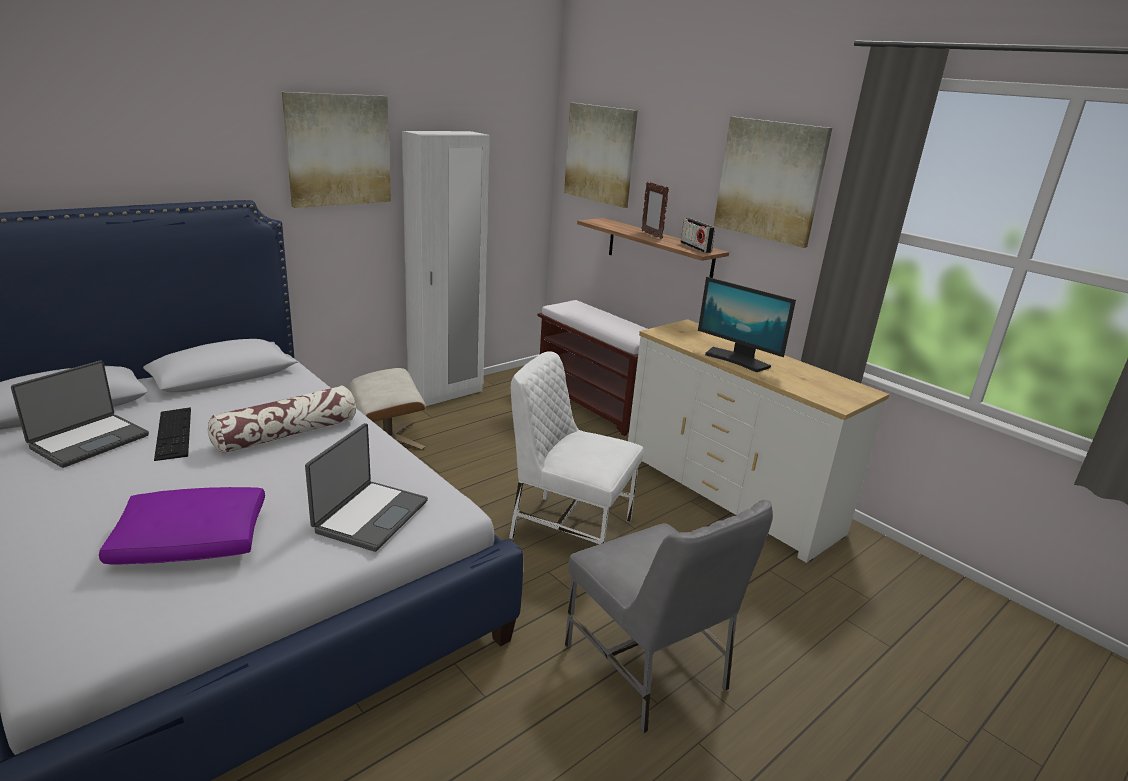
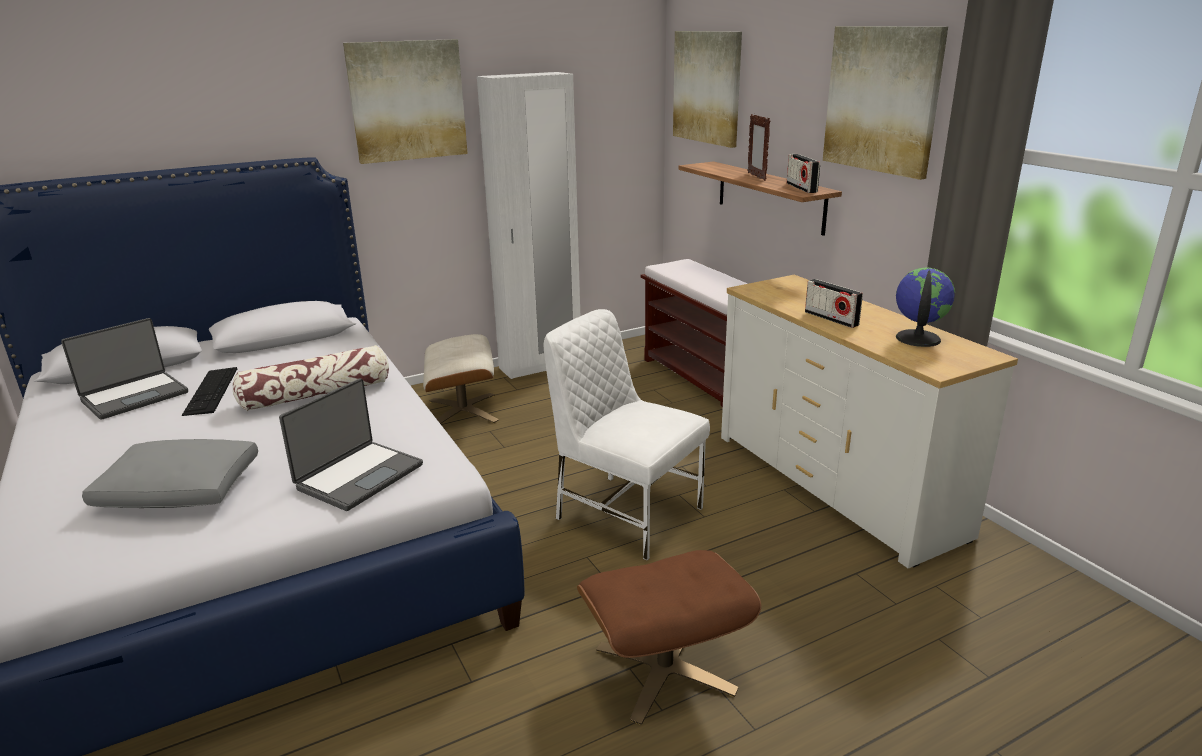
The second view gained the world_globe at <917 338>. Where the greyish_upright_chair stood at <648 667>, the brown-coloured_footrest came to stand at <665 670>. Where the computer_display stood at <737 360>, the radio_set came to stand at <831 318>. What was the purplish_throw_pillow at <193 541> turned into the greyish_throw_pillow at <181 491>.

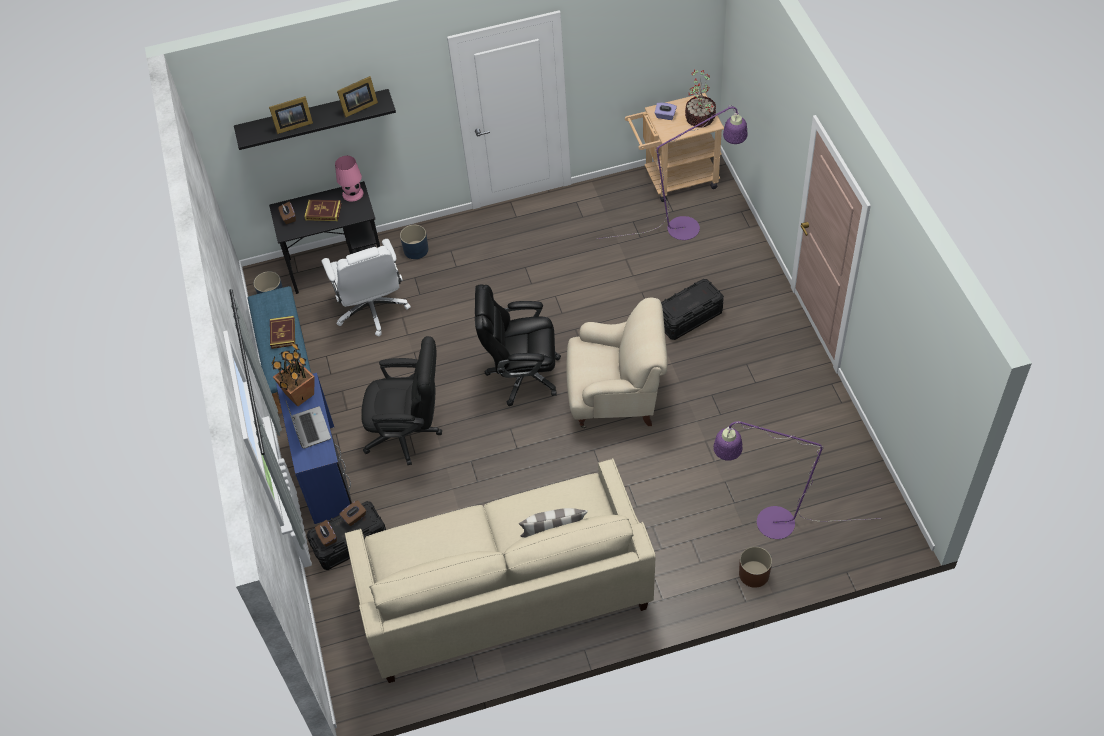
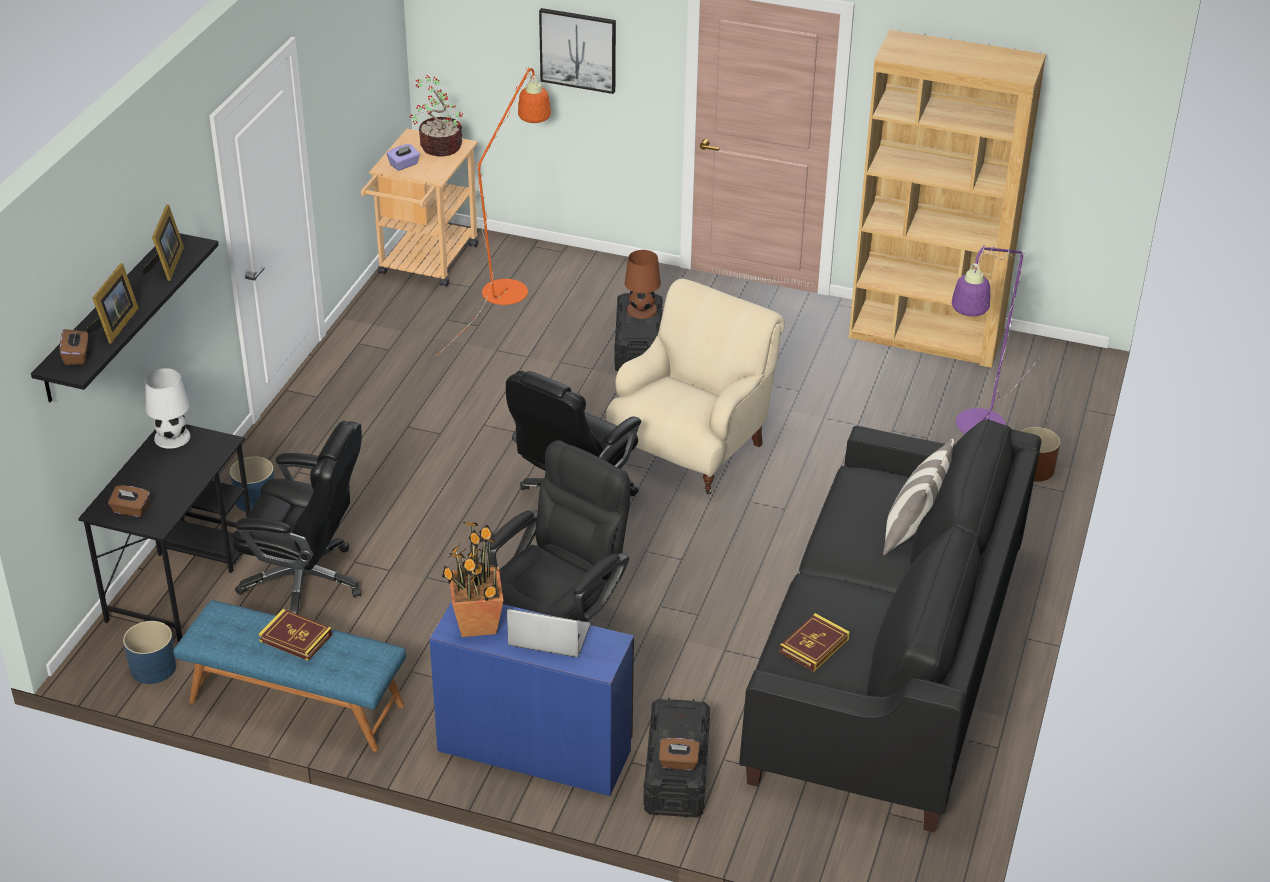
The second view gained the wall_art at <578 50>. The second view gained the brown-coloured_tabletop_lamp at <642 309>. The second view gained the brown-coloured_shelving_unit at <926 336>. The volume ended up elsewhere, having gone from <323 212> to <814 645>. The brown-coloured_tissue_holder ended up elsewhere, having gone from <354 517> to <77 356>. What was the white-coloured_office_chair at <372 309> turned into the black_office_chair at <306 582>. What was the pink_tabletop_lamp at <353 193> turned into the white-coloured_tabletop_lamp at <172 437>. What was the beige_settee at <504 591> turned into the black_settee at <886 666>. What was the purplish_standing_lamp at <692 226> turned into the orange_standing_lamp at <511 285>.

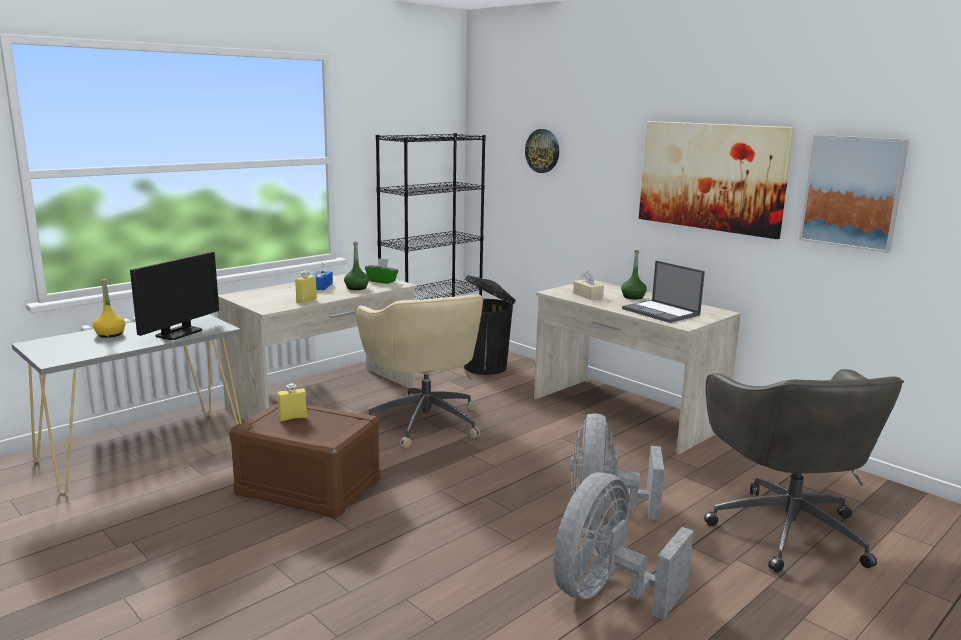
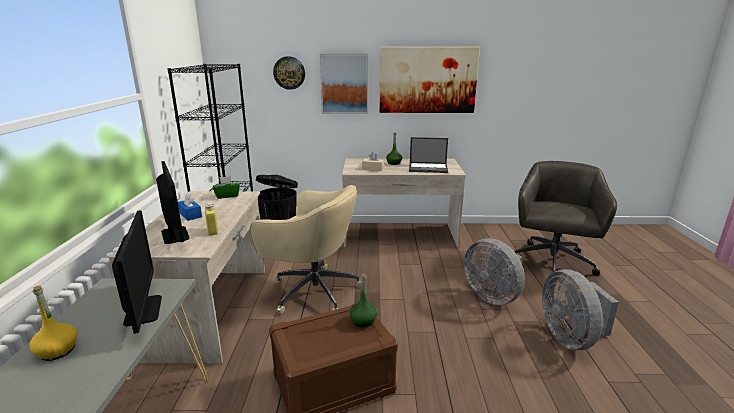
The second view lost the yellowish_bottle at <293 418>. The second view gained the computer_display at <175 235>. The green-coloured_bottle ended up elsewhere, having gone from <356 288> to <363 321>. The wall_art ended up elsewhere, having gone from <852 192> to <344 84>. The greyish_office_chair at <786 528> ended up facing another way, 105 degrees counterclockwise from before.

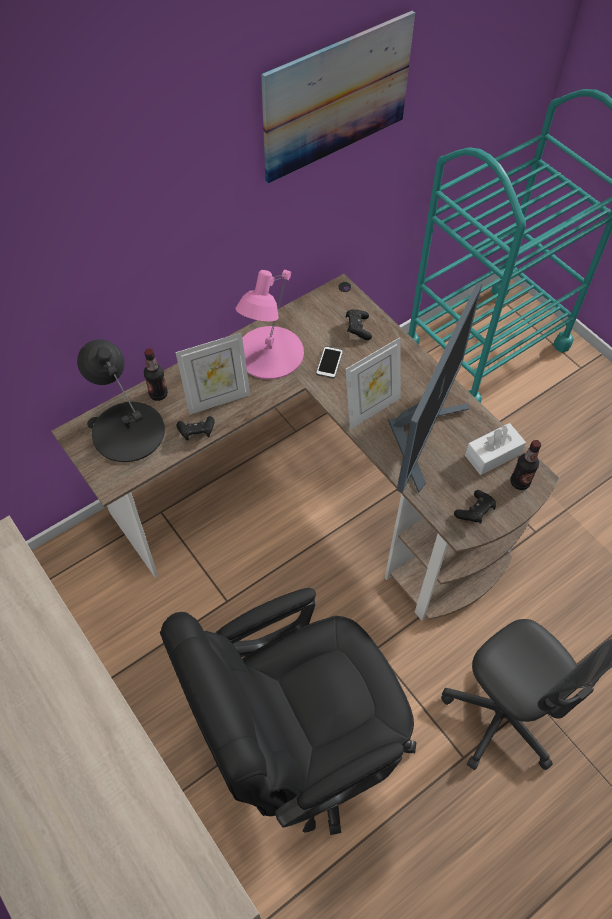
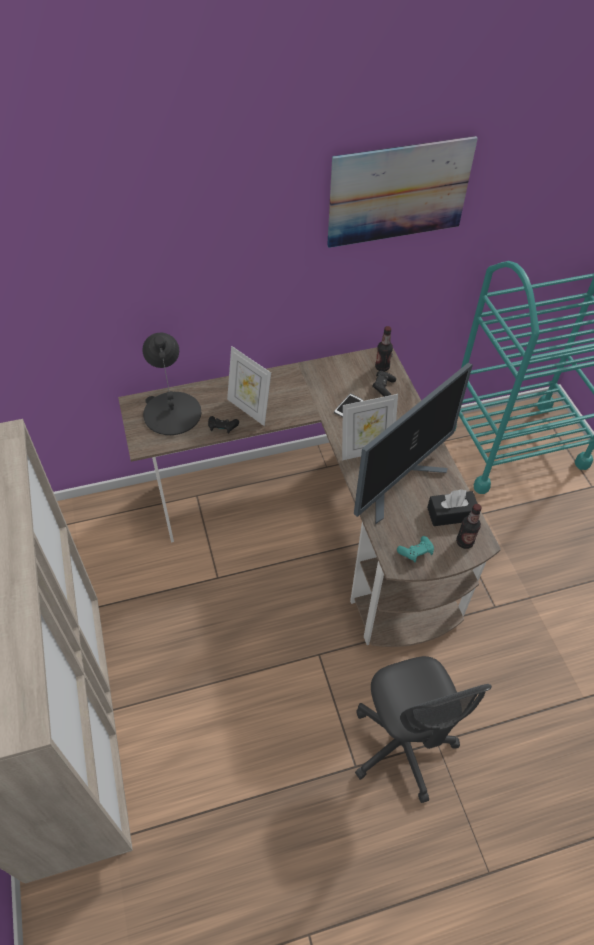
The second view lost the black_office_chair at <301 746>. The second view lost the pink_tabletop_lamp at <269 353>. The bottle ended up elsewhere, having gone from <158 394> to <382 367>. What was the black_joypad at <475 511> turned into the turquoise-coloured_joypad at <416 553>. What was the white-coloured_tissue_holder at <492 455> turned into the black_tissue_holder at <451 514>. The standing_frame at <217 399> ended up facing another way, 45 degrees clockwise from before.

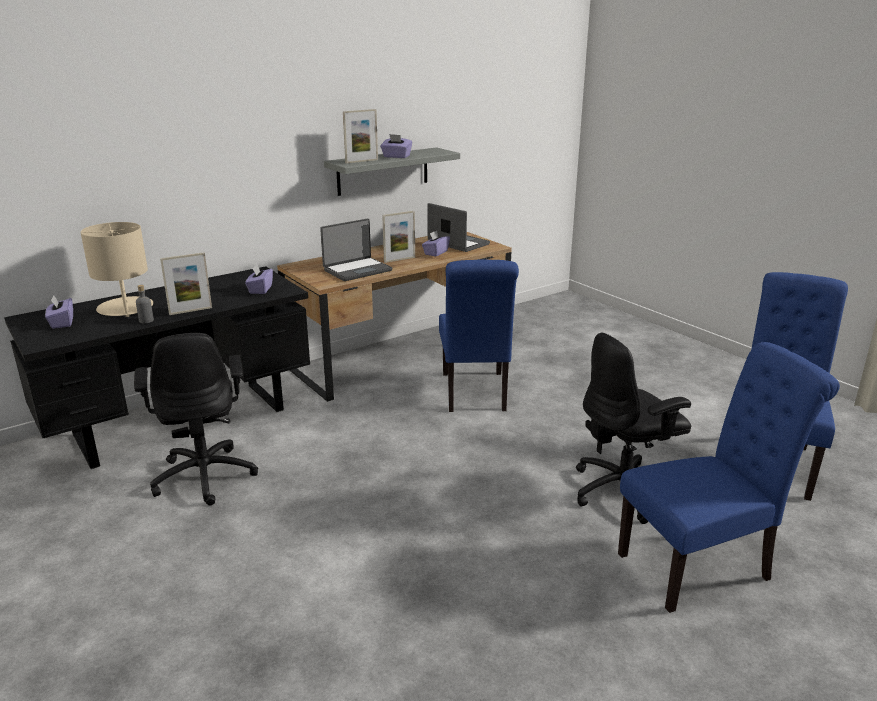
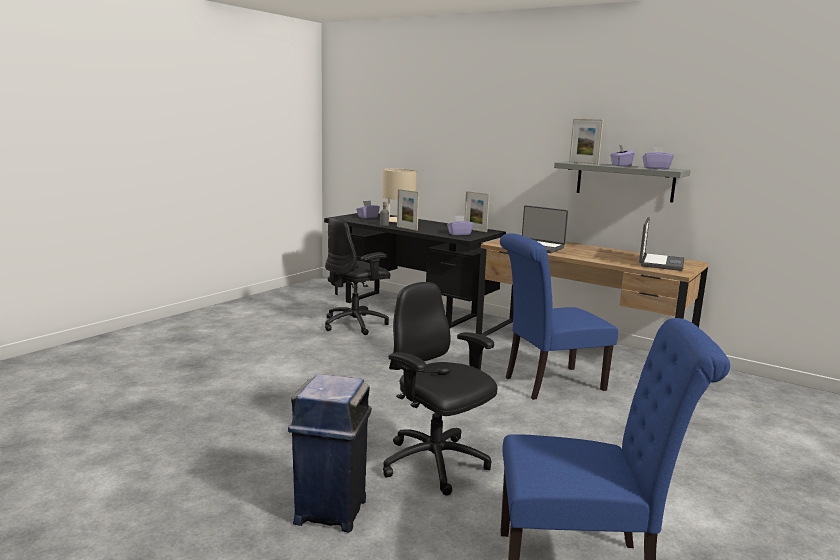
The standing_frame ended up elsewhere, having gone from <399 259> to <475 230>. The purplish_tissue_holder ended up elsewhere, having gone from <435 253> to <656 168>. Where the blue-coloured_upright_chair stood at <702 565>, the blue-coloured_trash_can came to stand at <331 510>.

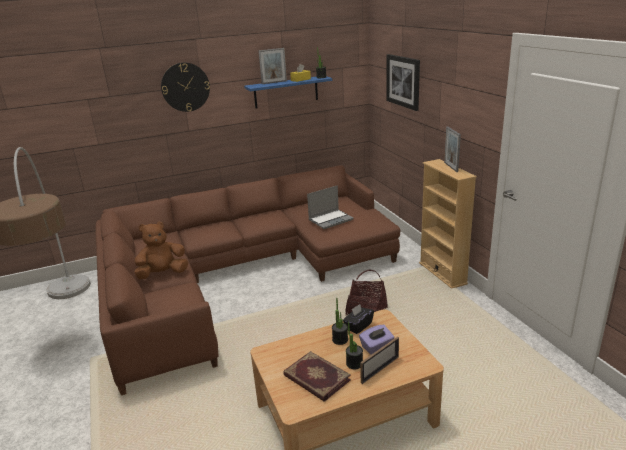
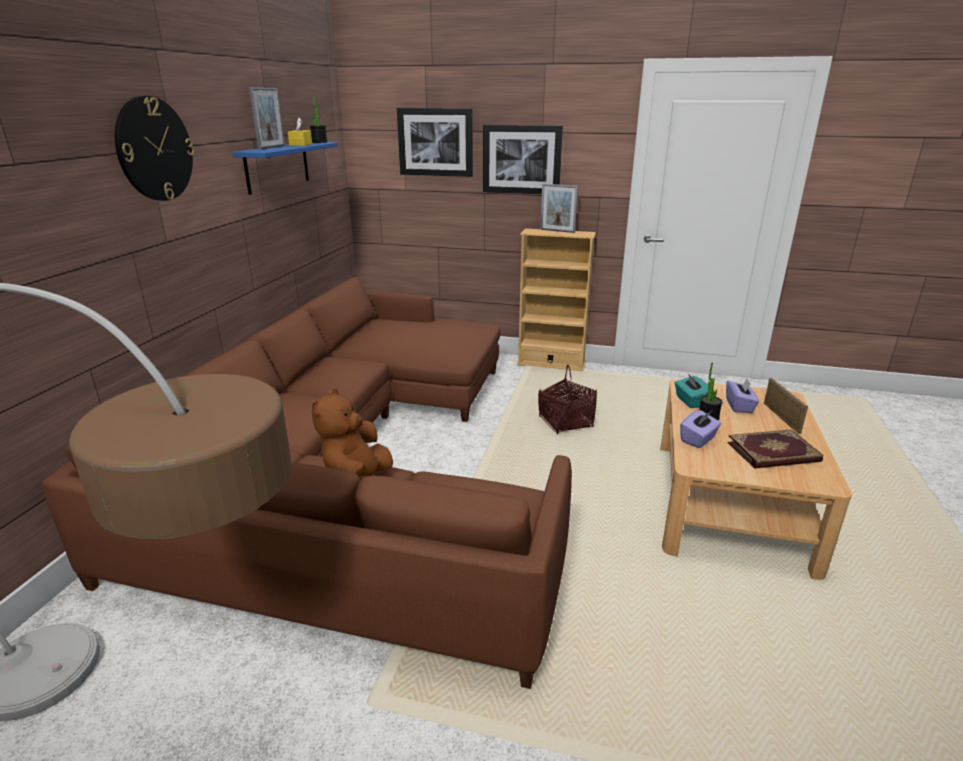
The second view lost the portable_computer at <331 220>. The second view lost the plant_in_a_pot at <354 363>. The second view gained the wall_art at <521 159>. The second view gained the purplish_tissue_holder at <698 439>. What was the black_tissue_holder at <358 326> turned into the turquoise-coloured_tissue_holder at <690 401>.

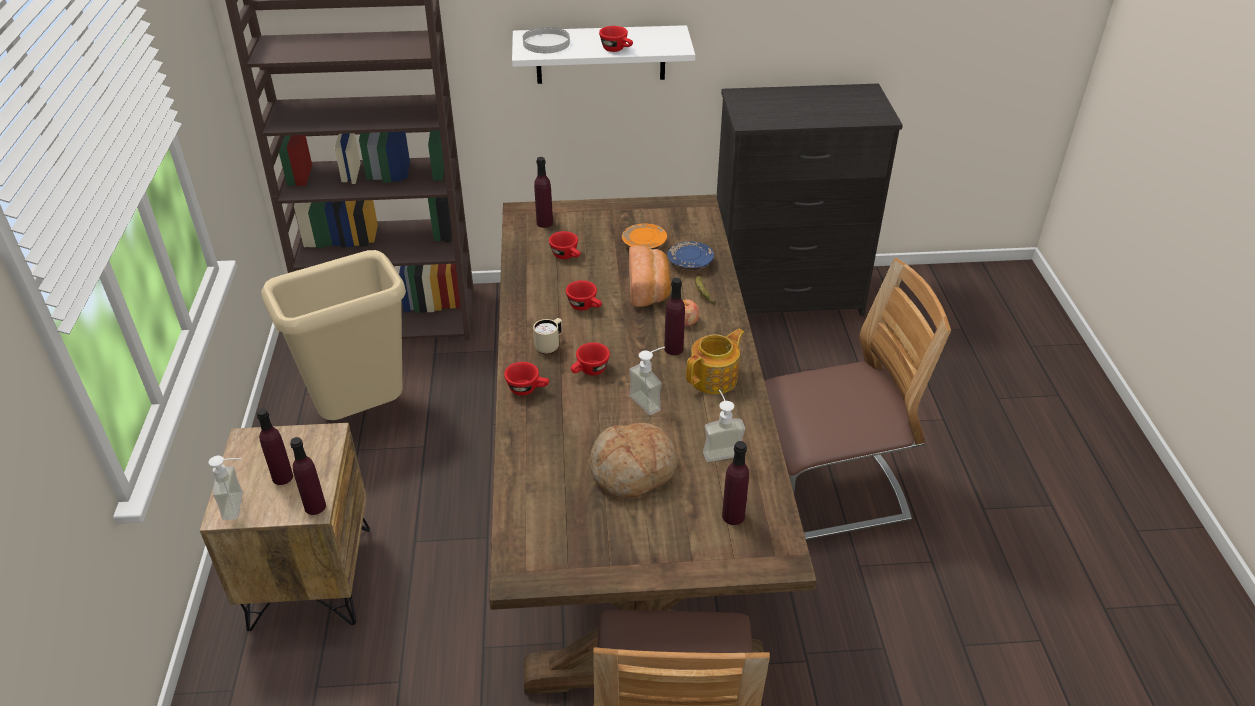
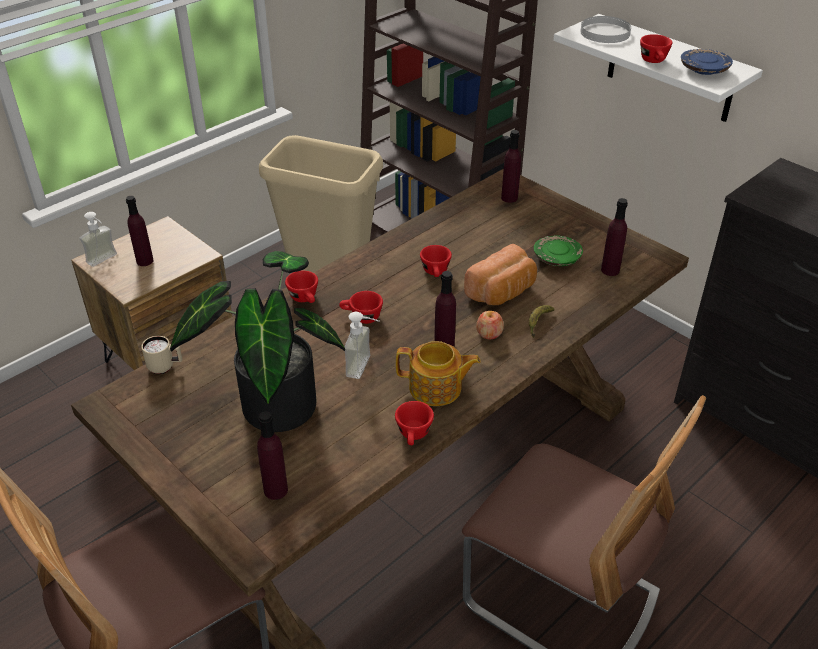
The second view lost the soap_dispenser at <720 448>. The purplish_bottle ended up elsewhere, having gone from <315 506> to <610 270>. The beige_tea_mug ended up elsewhere, having gone from <550 346> to <165 367>. The reddish_drinking_cup ended up elsewhere, having gone from <567 256> to <414 435>. The blue-coloured_dinner_plate ended up elsewhere, having gone from <690 263> to <703 70>. Where the bread stood at <633 470>, the plant_in_a_pot came to stand at <272 403>. What was the orange_dinner_plate at <644 244> turned into the green-coloured_dinner_plate at <556 258>.

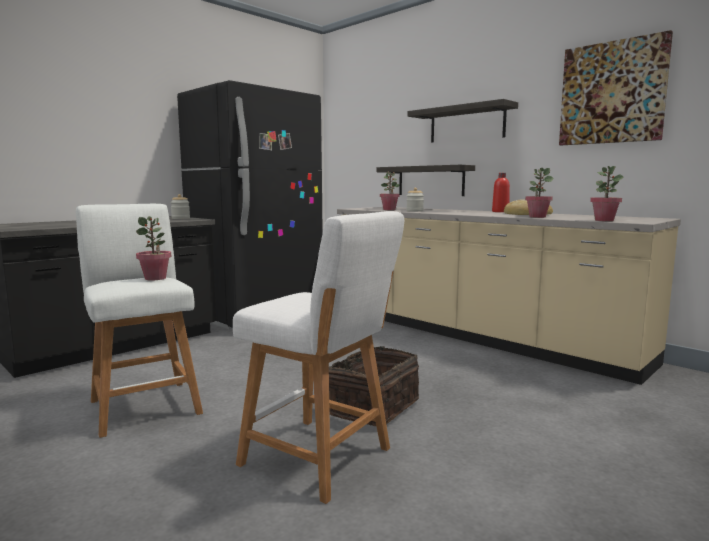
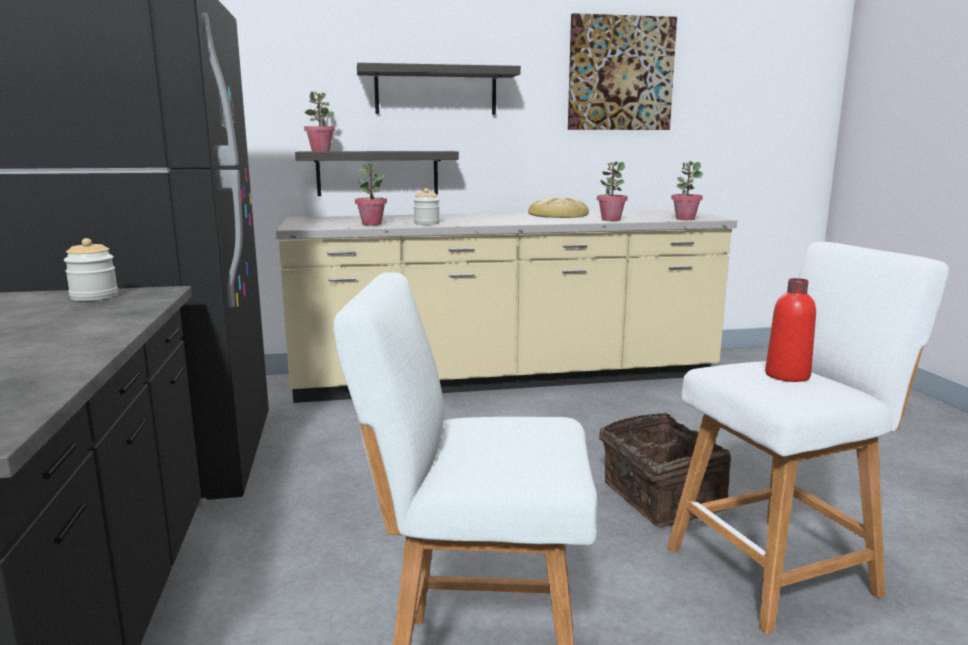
The plant_in_a_pot ended up elsewhere, having gone from <155 278> to <321 151>. The reddish_bottle ended up elsewhere, having gone from <500 211> to <787 375>.

